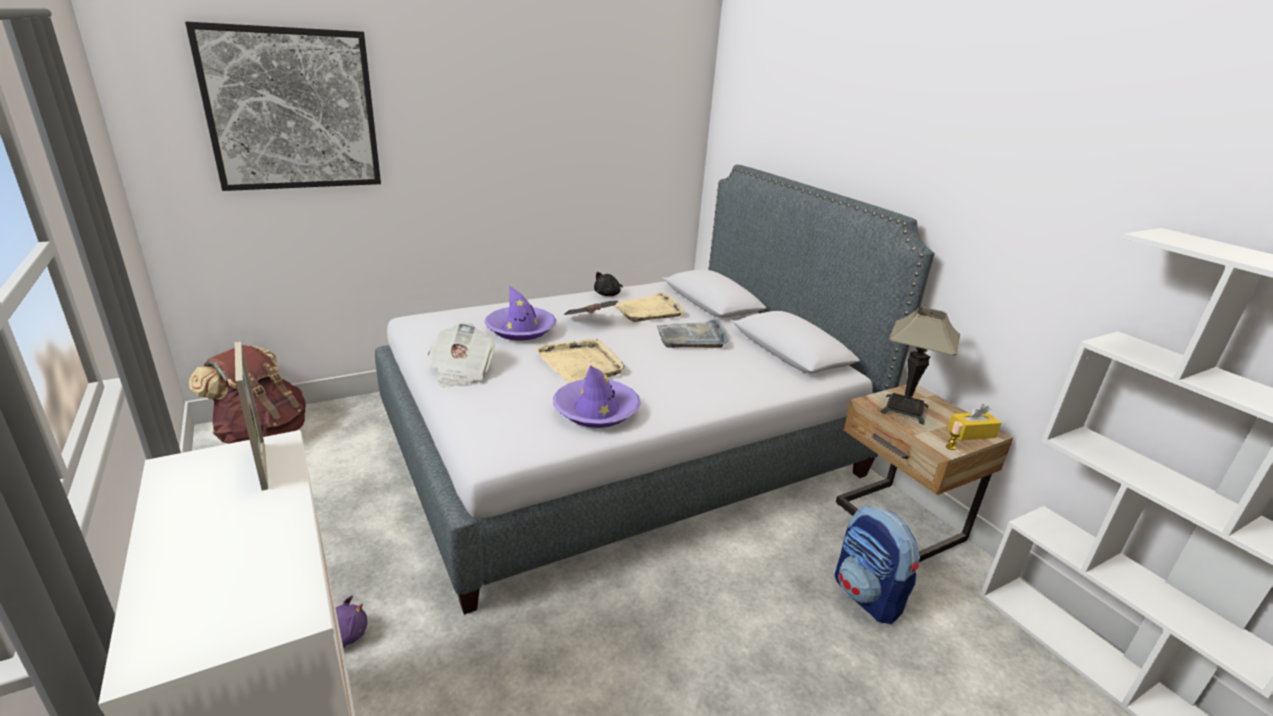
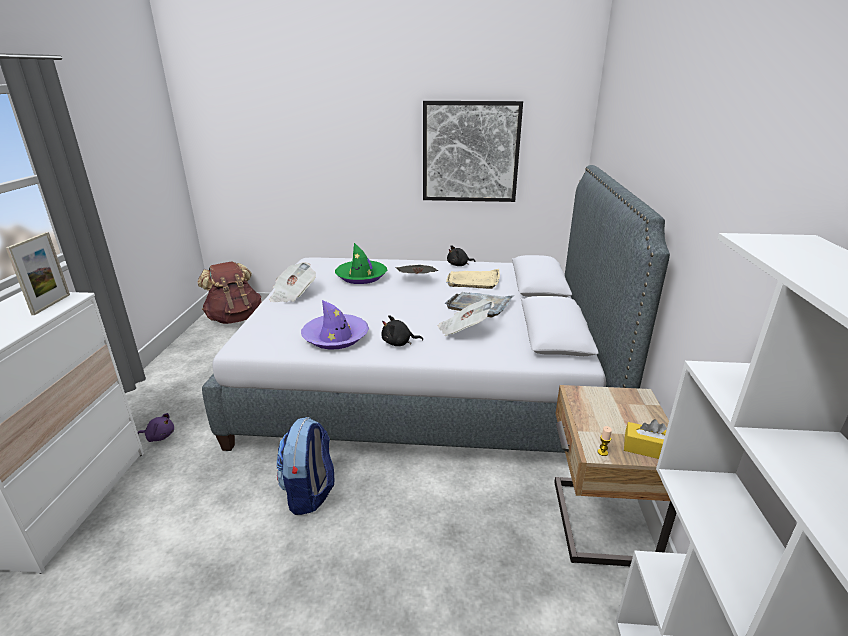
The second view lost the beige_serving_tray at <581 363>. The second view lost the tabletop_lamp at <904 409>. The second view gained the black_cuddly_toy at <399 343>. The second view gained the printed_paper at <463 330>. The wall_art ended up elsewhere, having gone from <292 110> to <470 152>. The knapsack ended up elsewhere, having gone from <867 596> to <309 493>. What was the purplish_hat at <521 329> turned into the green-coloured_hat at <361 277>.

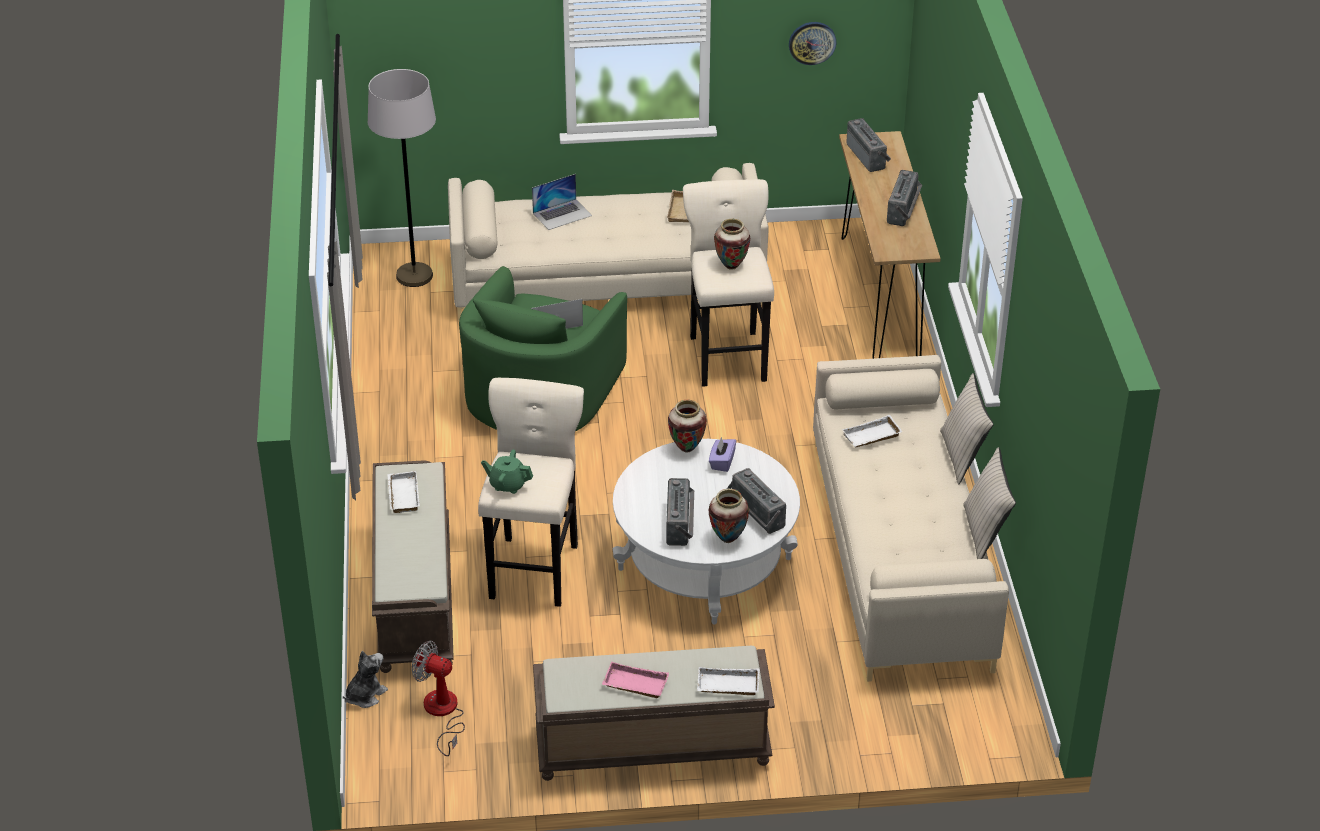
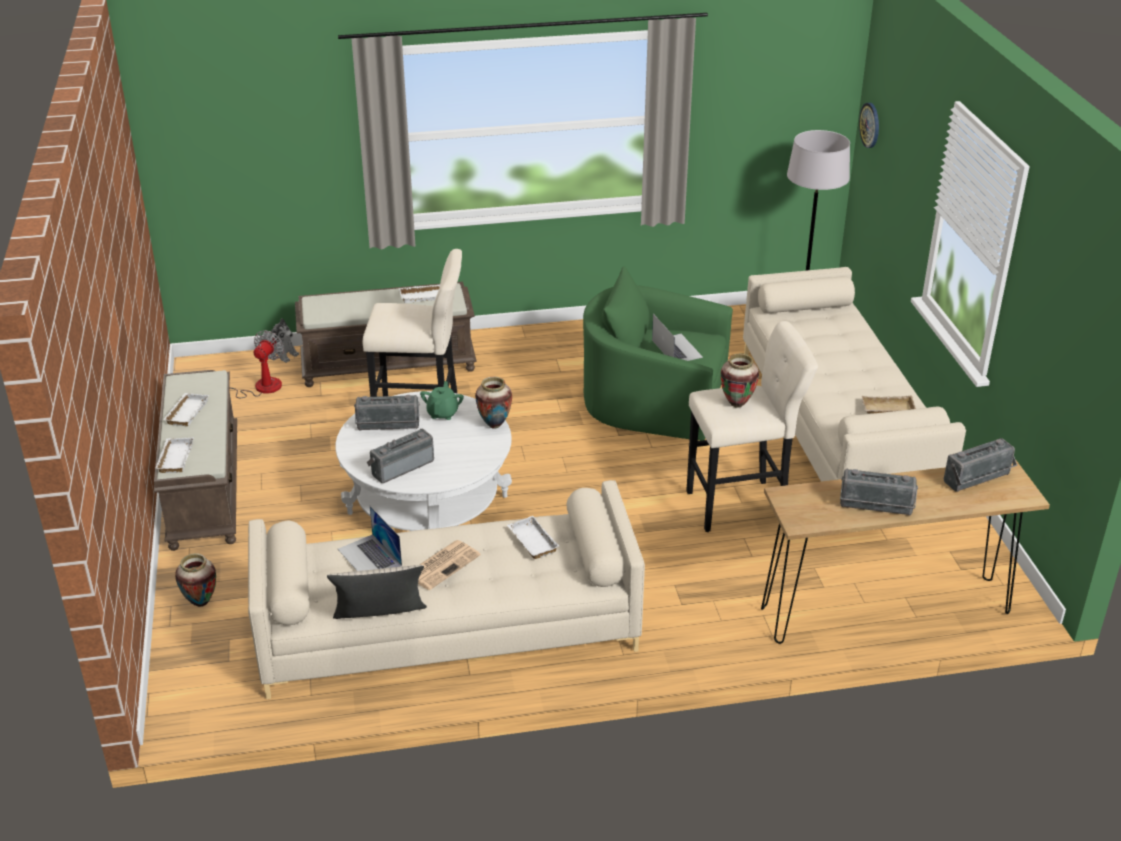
The second view lost the purplish_tissue_holder at <722 462>. The second view lost the beige_throw_pillow at <962 456>. The second view gained the printed_paper at <443 564>. The green-coloured_pot_for_tea ended up elsewhere, having gone from <508 484> to <443 413>. The portable_computer ended up elsewhere, having gone from <562 214> to <370 557>. The decorative_vase ended up elsewhere, having gone from <728 539> to <201 602>. The clock_on_the_wall ended up elsewhere, having gone from <812 42> to <870 125>. What was the pink_serving_tray at <634 685> turned into the white-coloured_serving_tray at <186 412>.

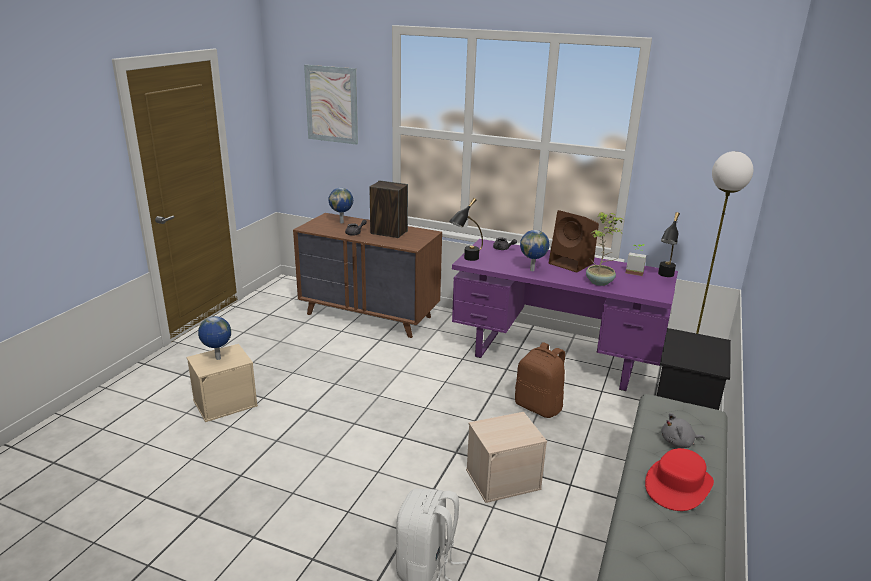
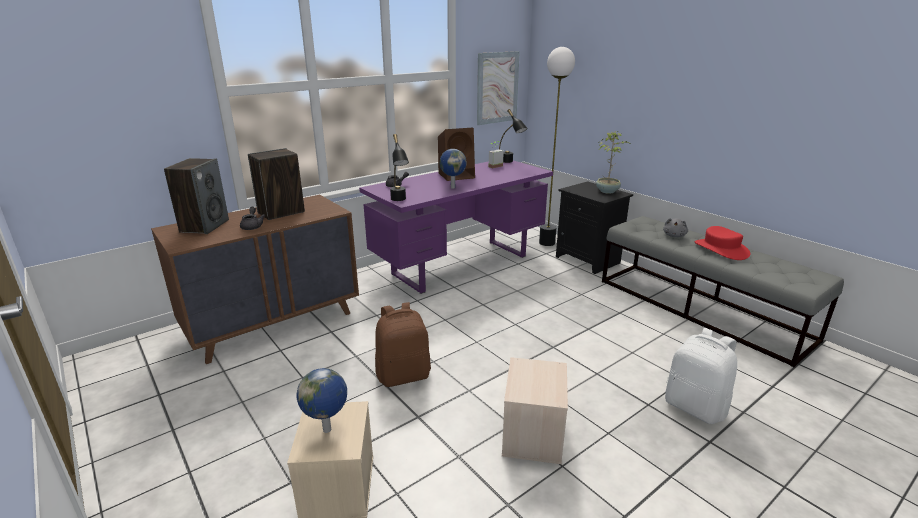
The wall_art ended up elsewhere, having gone from <331 104> to <497 88>. The beige_storage_box ended up elsewhere, having gone from <503 478> to <532 433>. The brown-coloured_knapsack ended up elsewhere, having gone from <539 407> to <403 375>. The plant_in_a_pot ended up elsewhere, having gone from <600 282> to <607 191>. Where the world_globe stood at <342 222>, the audio_speaker came to stand at <204 226>.

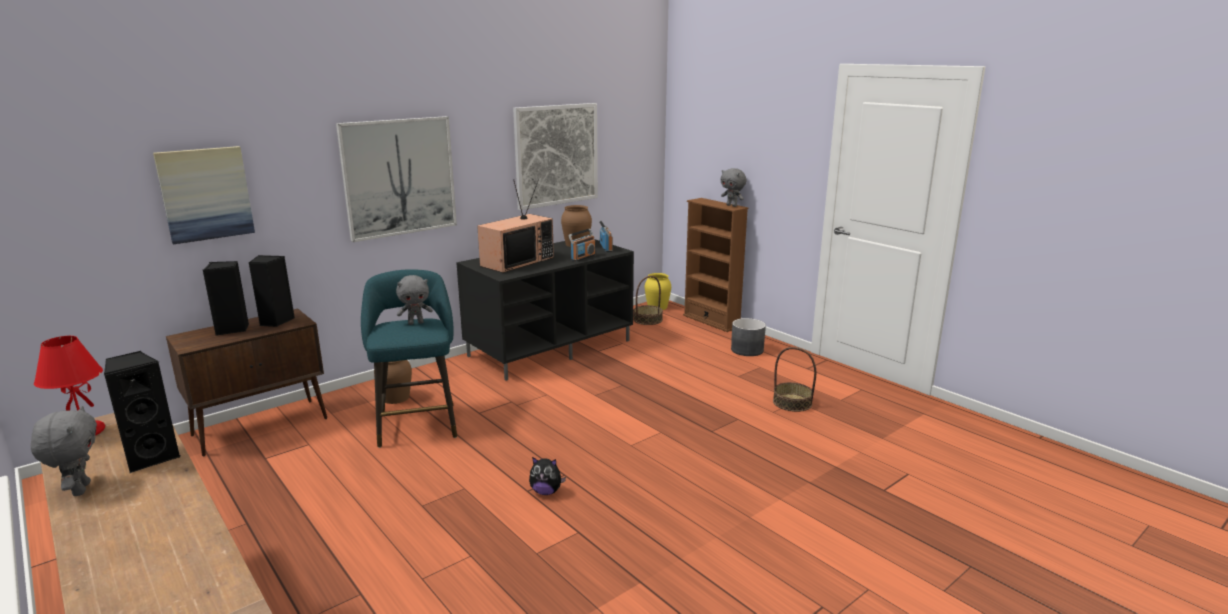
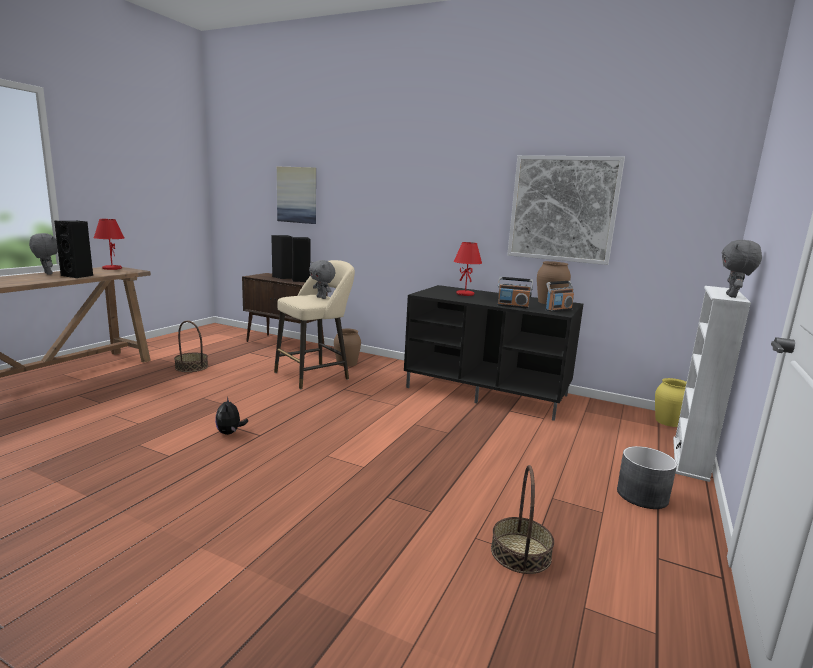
The second view lost the wall_art at <399 177>. The household_basket ended up elsewhere, having gone from <647 319> to <191 367>. Where the TV stood at <517 261>, the reddish_tabletop_lamp came to stand at <465 294>. What was the turquoise-coloured_sitting_stool at <417 422> turned into the beige_sitting_stool at <315 375>. What was the brown-coloured_shelving_unit at <711 321> turned into the white-coloured_shelving_unit at <690 458>. The greyish_cuddly_toy at <79 489> ended up facing another way, 90 degrees counterclockwise from before.

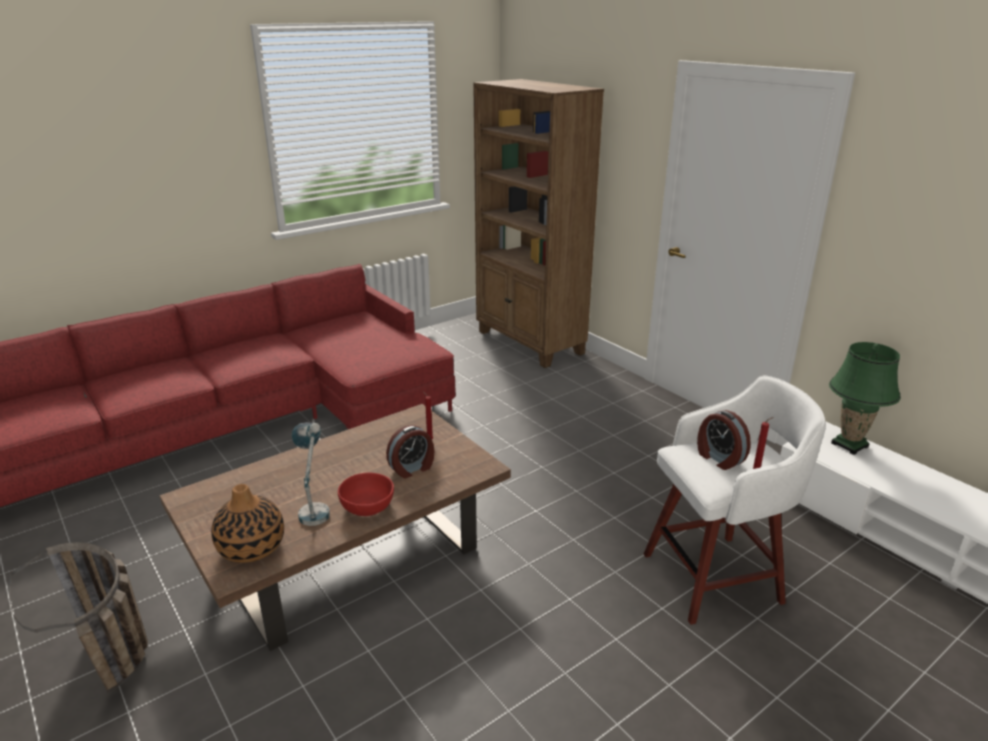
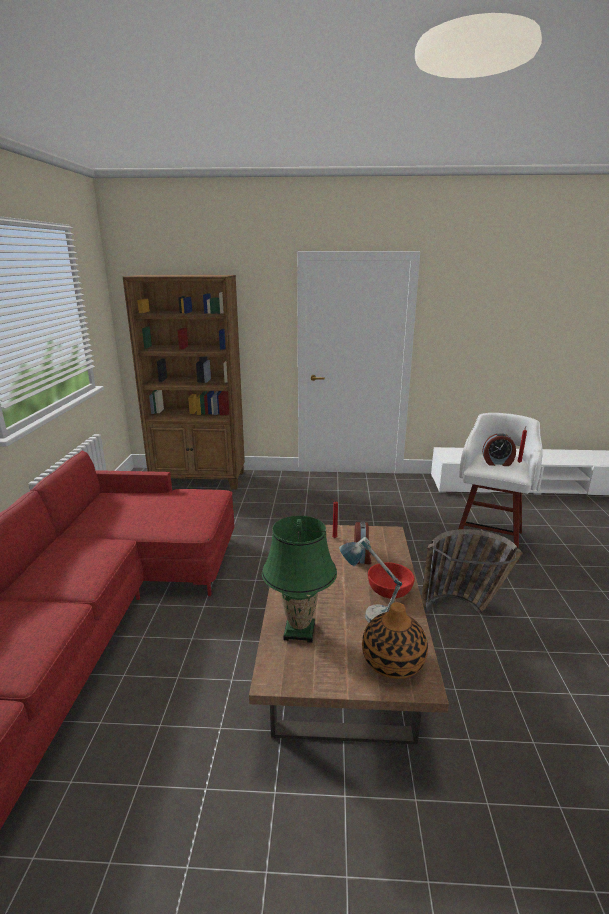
The household_basket ended up elsewhere, having gone from <117 670> to <463 608>. The green-coloured_tabletop_lamp ended up elsewhere, having gone from <849 445> to <299 631>.

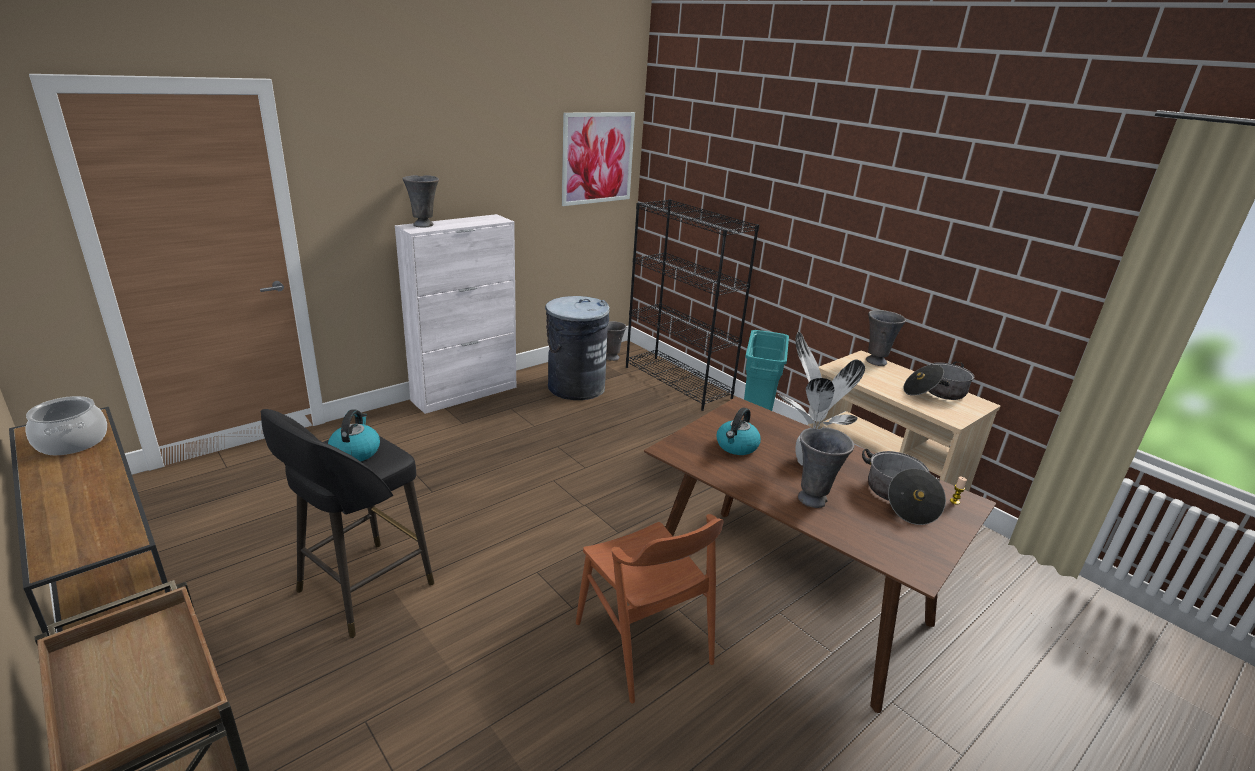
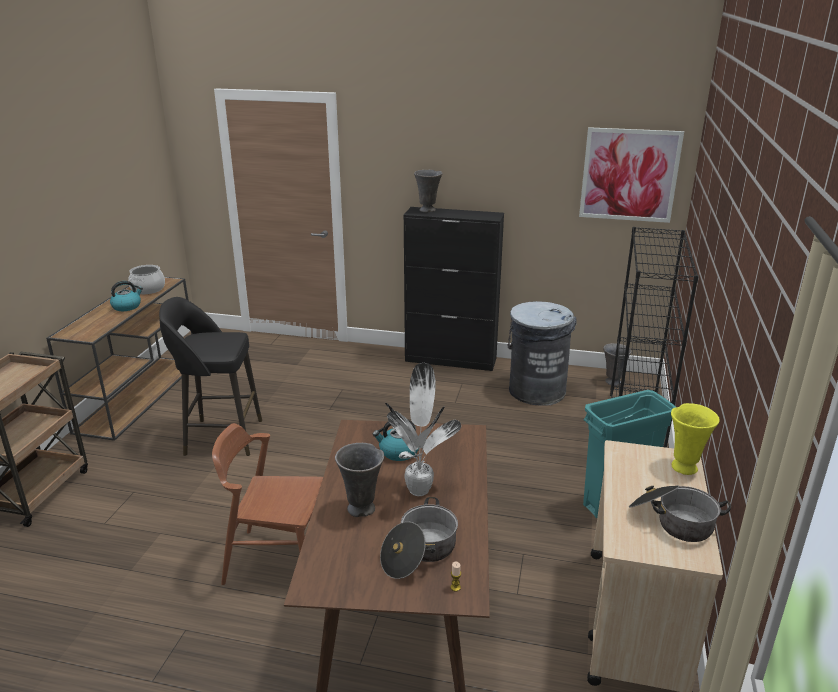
The tea_kettle ended up elsewhere, having gone from <355 451> to <127 306>. What was the white-coloured_cabinet at <465 393> turned into the black_cabinet at <451 360>. What was the greyish_decorative_vase at <875 361> turned into the yellowish_decorative_vase at <685 467>. The brown-coloured_upright_chair at <643 643> ended up facing another way, 75 degrees clockwise from before.

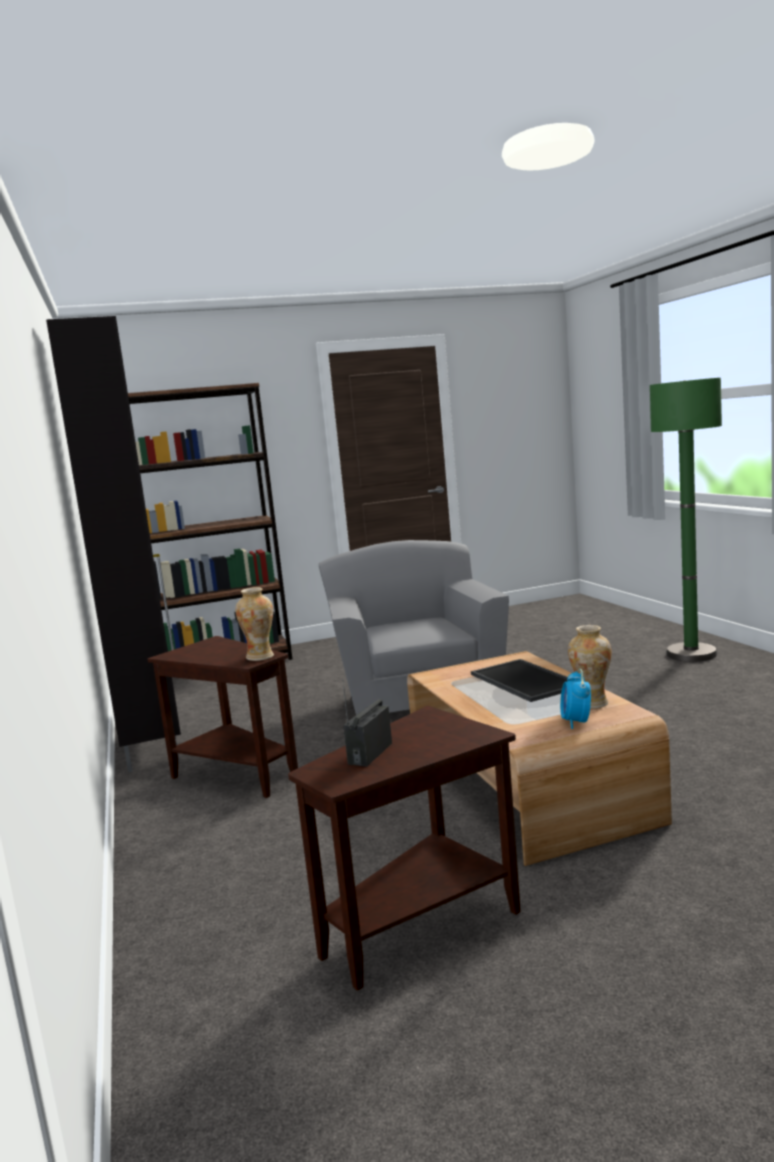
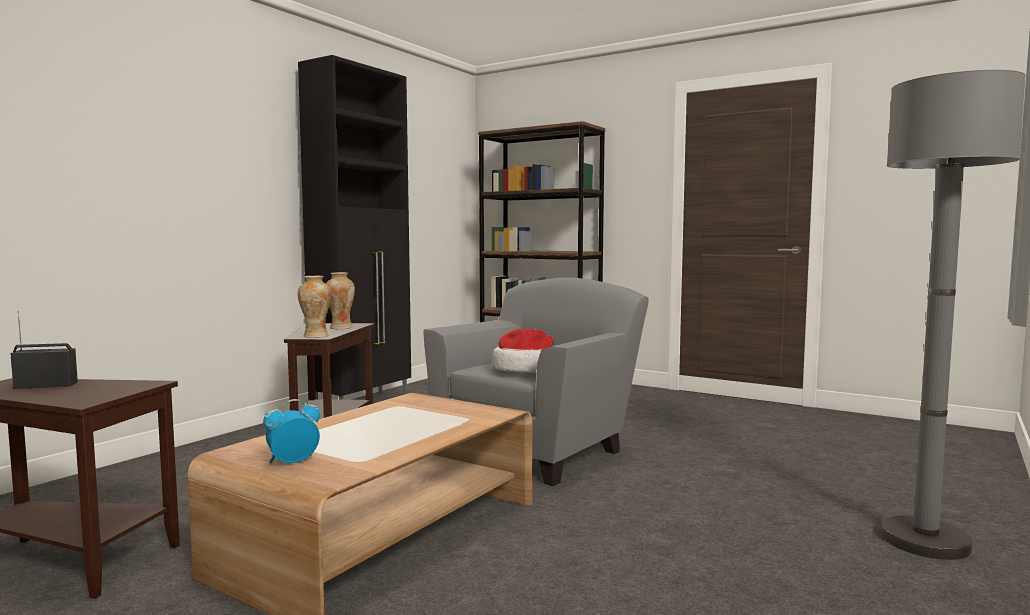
The second view lost the serving_tray at <523 680>. The second view gained the hat at <525 370>. The decorative_vase ended up elsewhere, having gone from <592 703> to <341 328>. What was the green-coloured_standing_lamp at <691 654> turned into the greyish_standing_lamp at <925 541>.

